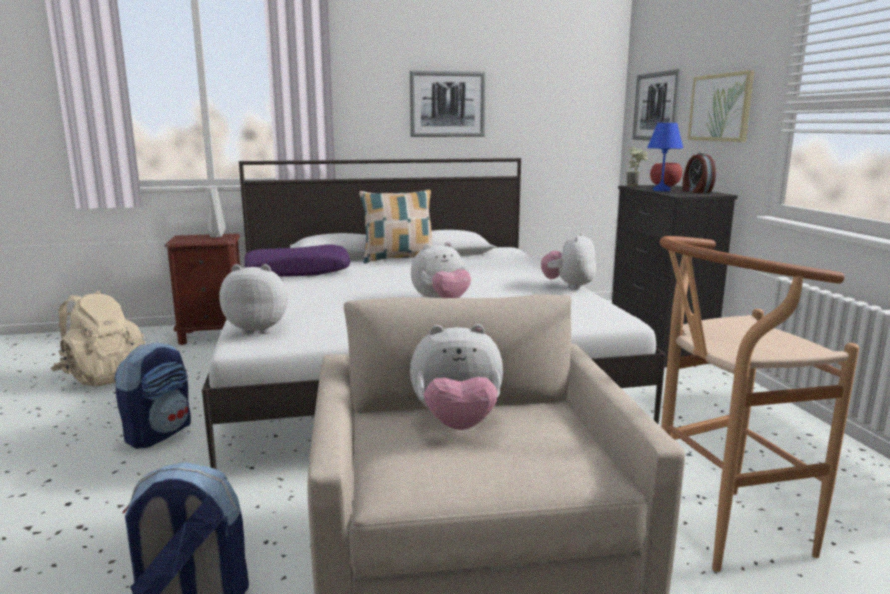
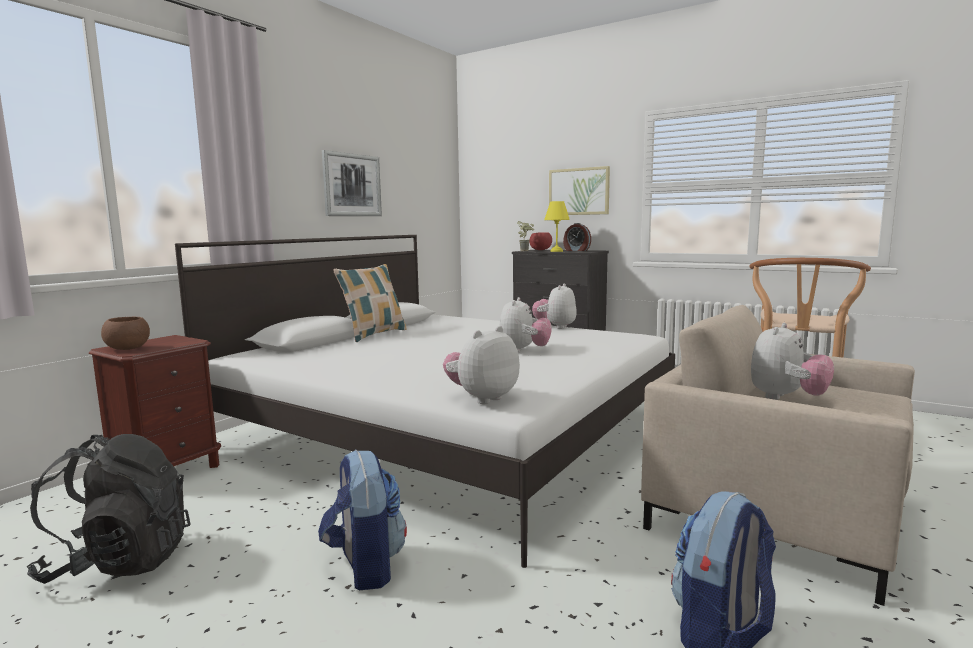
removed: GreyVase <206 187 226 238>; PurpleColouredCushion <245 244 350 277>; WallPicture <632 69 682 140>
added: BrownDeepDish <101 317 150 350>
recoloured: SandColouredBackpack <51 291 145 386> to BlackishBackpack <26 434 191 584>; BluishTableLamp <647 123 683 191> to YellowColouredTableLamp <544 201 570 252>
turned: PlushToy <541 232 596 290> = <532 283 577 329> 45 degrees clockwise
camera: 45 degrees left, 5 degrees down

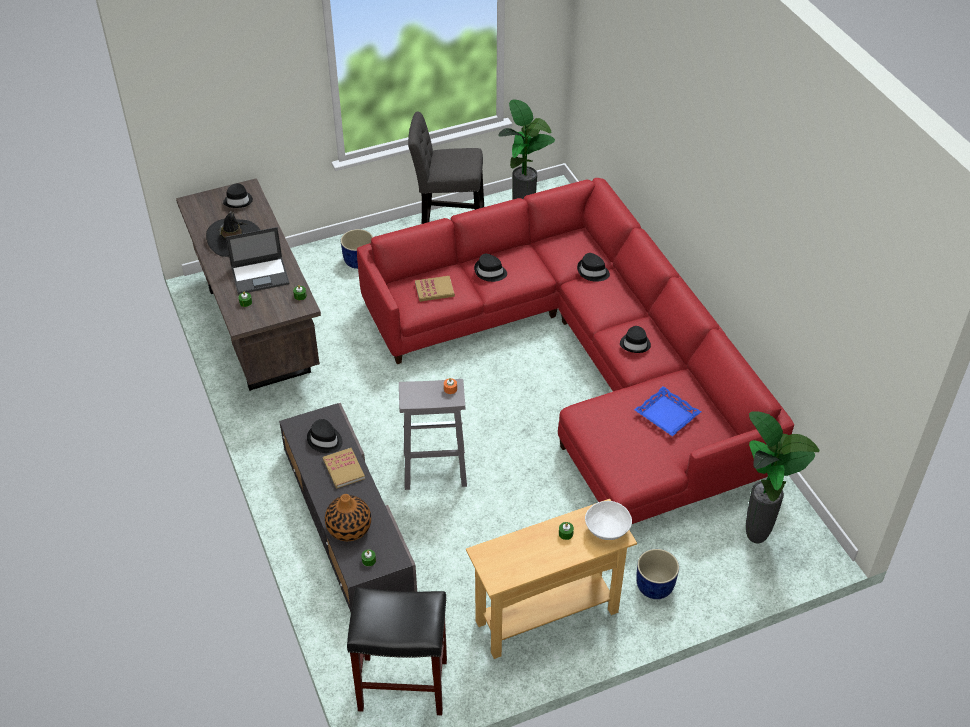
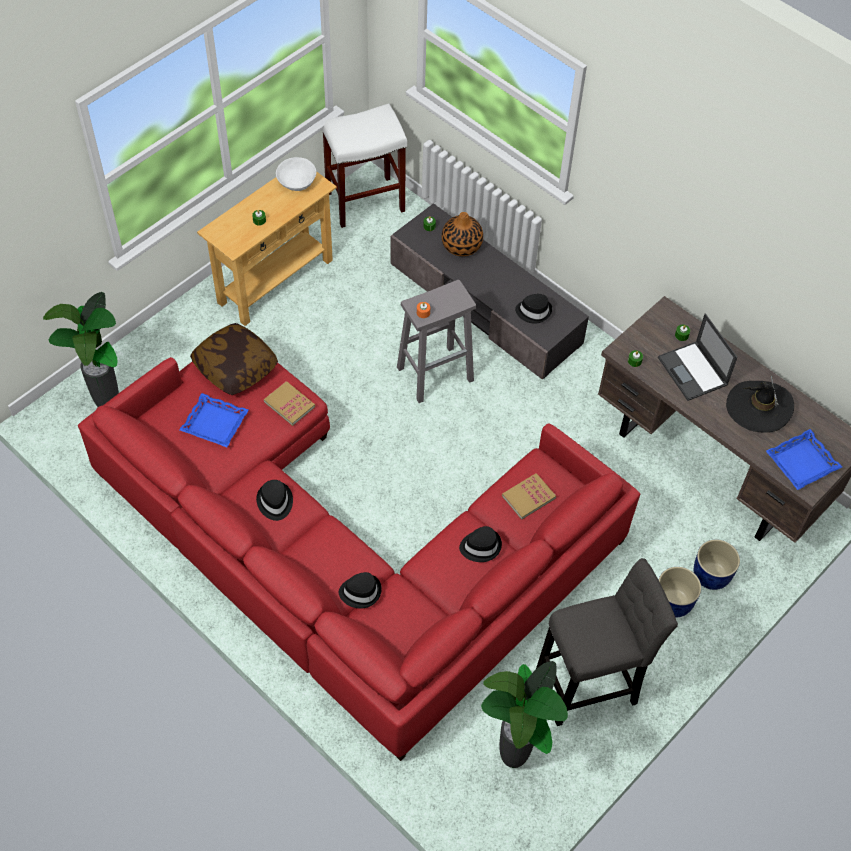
added: Cushion <190 323 278 395>
moved: Book <323 448 365 488> to <264 381 315 426>; WhiteDeepDish <585 501 632 540> to <276 157 316 191>; BluishPlantPot <636 549 679 599> to <694 540 740 590>
replaced: BlackishHat <223 184 253 208> to BluishServingTray <766 429 842 490>
recoloured: BlackishSittingStool <347 587 447 715> to WhiteSittingStool <322 103 407 228>
turned: Laptop <226 227 289 294> = <658 314 737 401> 75 degrees counterclockwise
camera: 155 degrees right, 10 degrees up

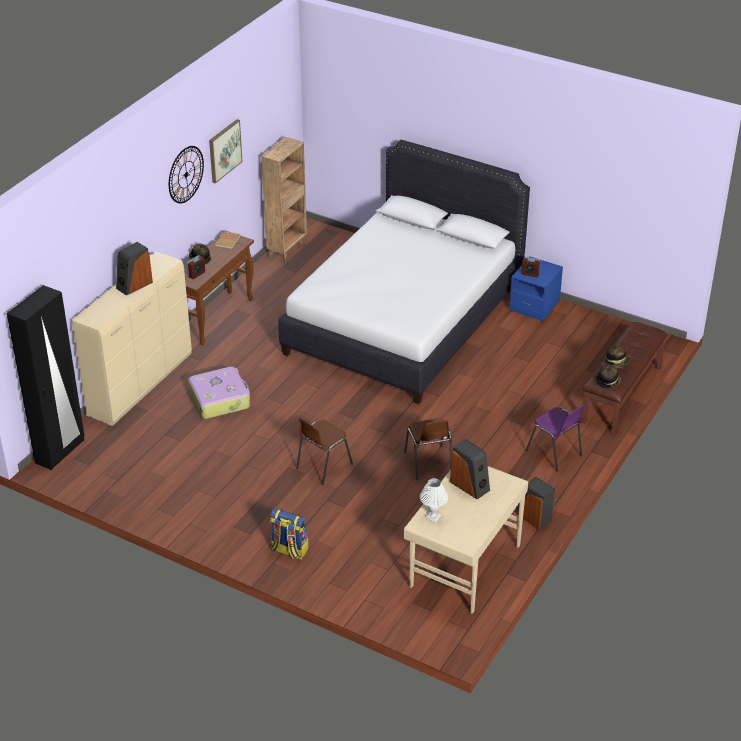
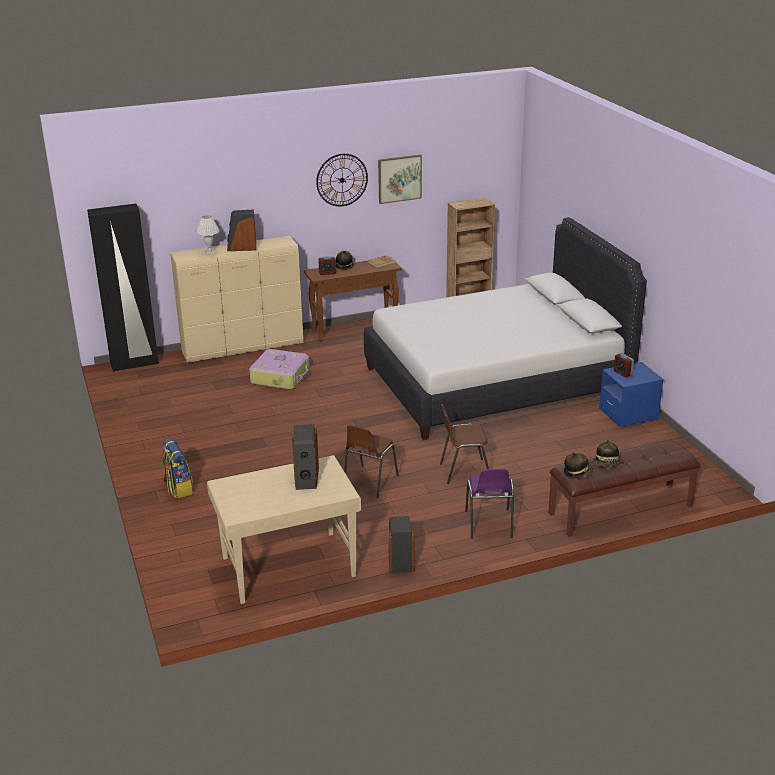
moved: BrownUprightChair <296 418 353 485> to <440 404 489 484>; WhiteTableLamp <420 478 448 523> to <197 215 220 254>
camera: 40 degrees right, 10 degrees down

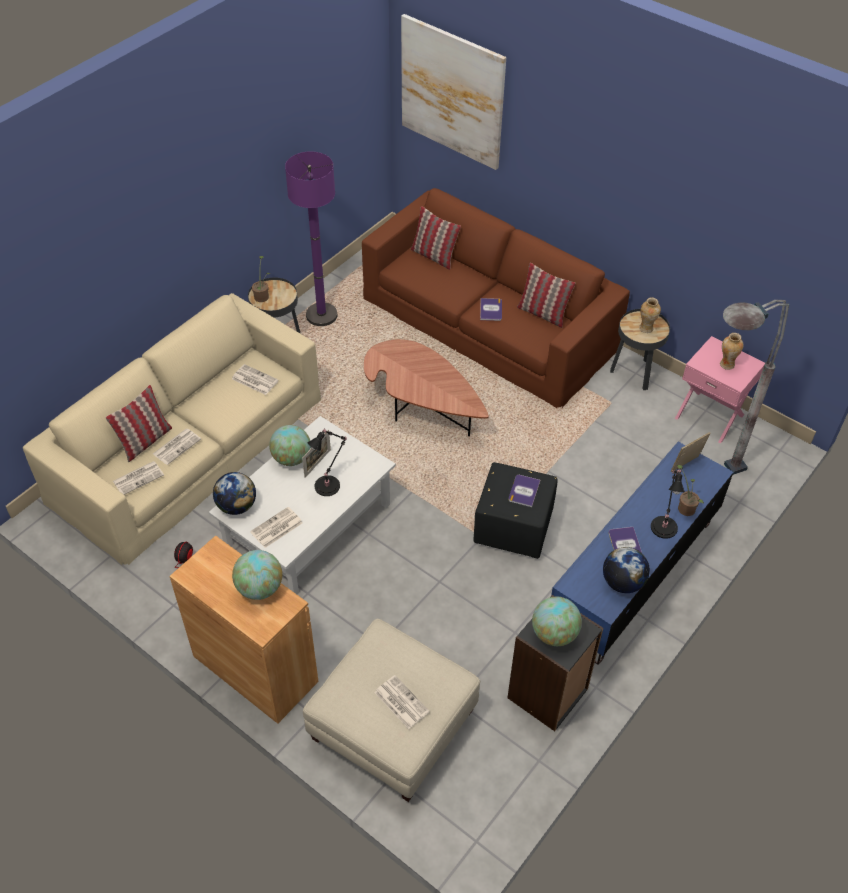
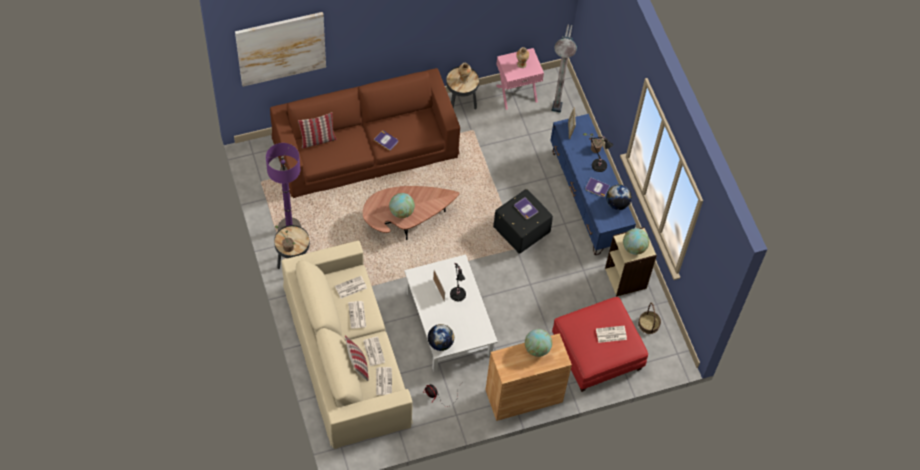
removed: Cushion <517 263 575 328>
added: Basket <638 302 661 334>
moved: Newspaper <250 507 303 548> to <348 301 366 329>; WorldGlobe <269 425 311 466> to <389 193 415 218>
recoloured: SandColouredFootrest <303 618 480 802> to RedColouredFootrest <552 297 648 392>; BlackishBookshelf <507 595 603 731> to SandColouredBookshelf <605 227 657 297>
camera: 60 degrees left, 10 degrees up

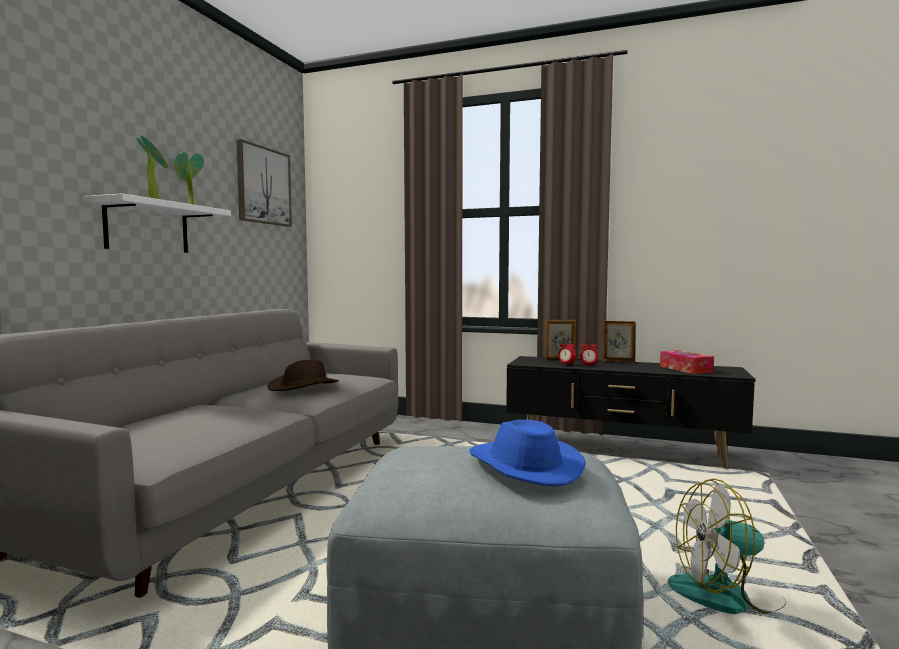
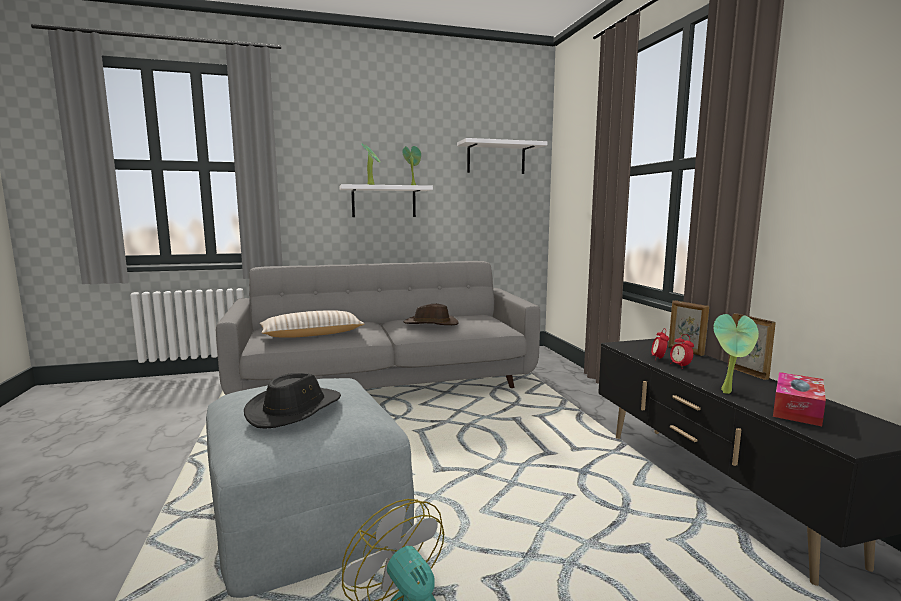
added: SandColouredCushion <260 310 365 338>; PlantInAPot <714 314 759 394>
replaced: WallPicture <236 139 292 227> to WhiteShelf <457 138 547 174>
recoloured: BluishHat <469 420 586 486> to BlackishHat <244 373 341 429>
camera: 55 degrees right, 5 degrees up

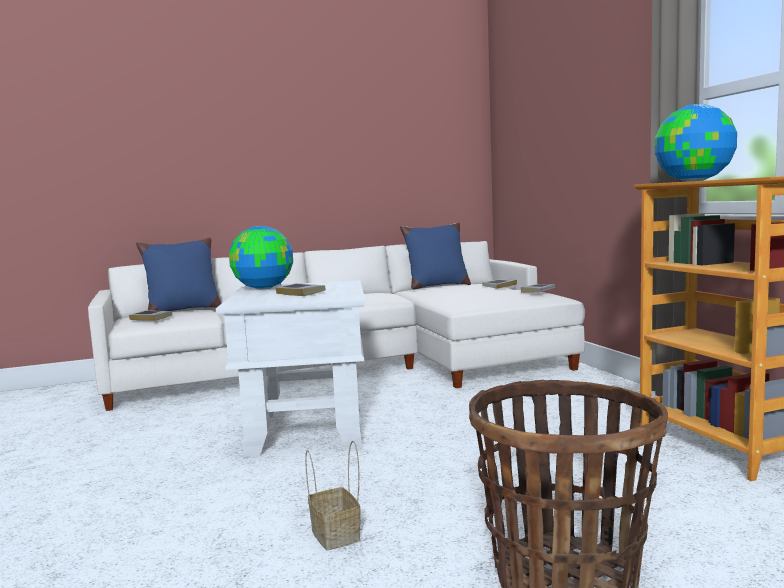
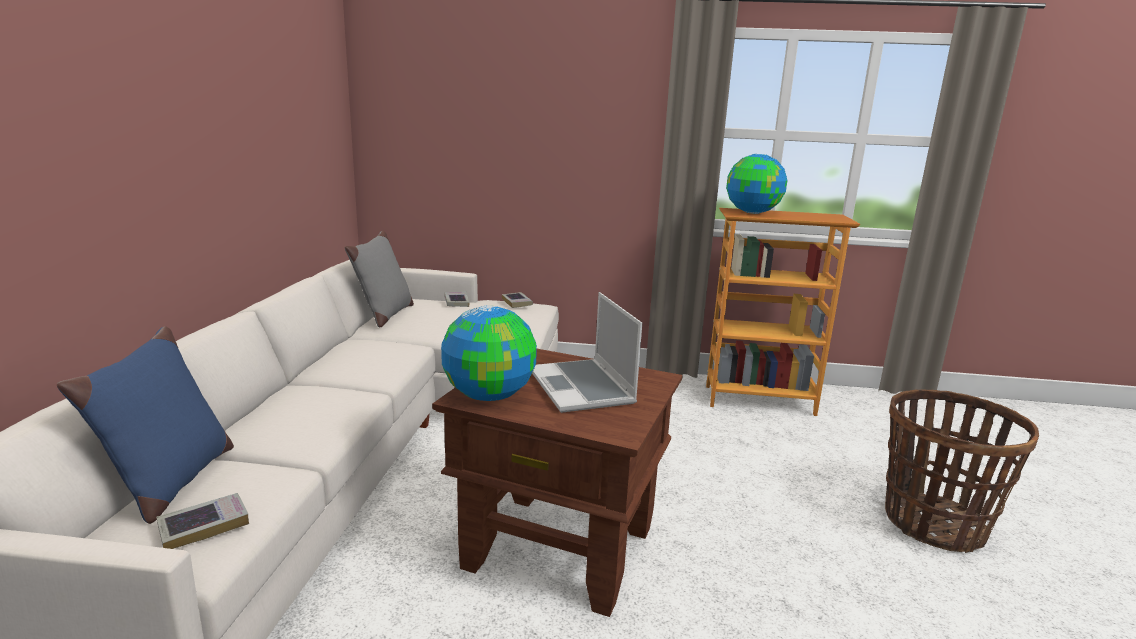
removed: Basket <305 441 361 551>
replaced: Book <276 283 326 296> to Laptop <532 292 642 413>
recoloured: WhiteAccentTable <216 280 365 457> to BrownAccentTable <432 349 683 617>; BluishCushion <400 222 471 289> to GreyCushion <345 231 414 327>
camera: 65 degrees left, 10 degrees up

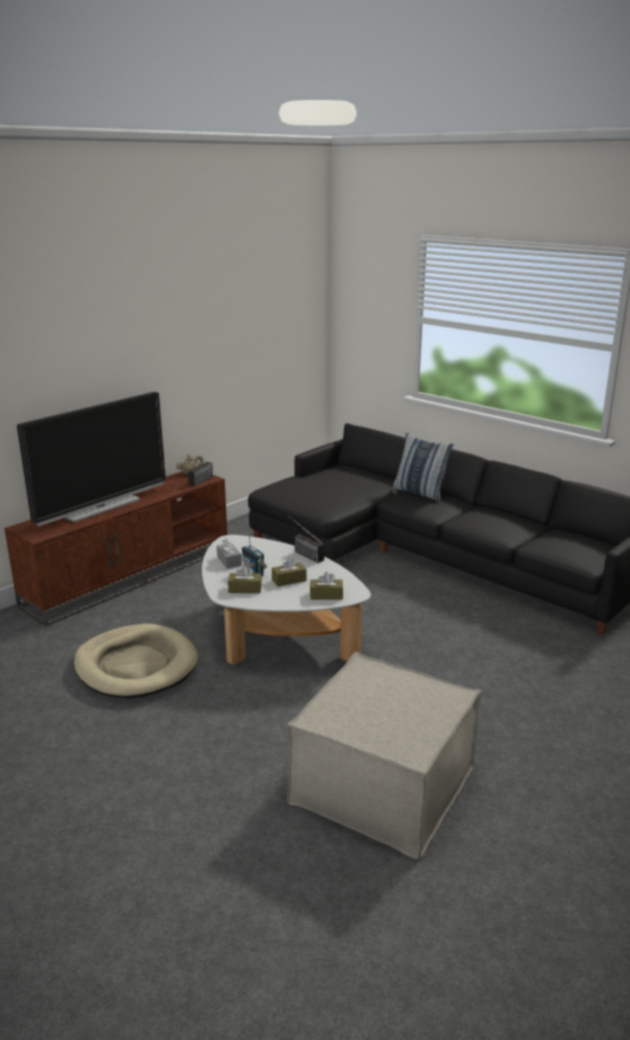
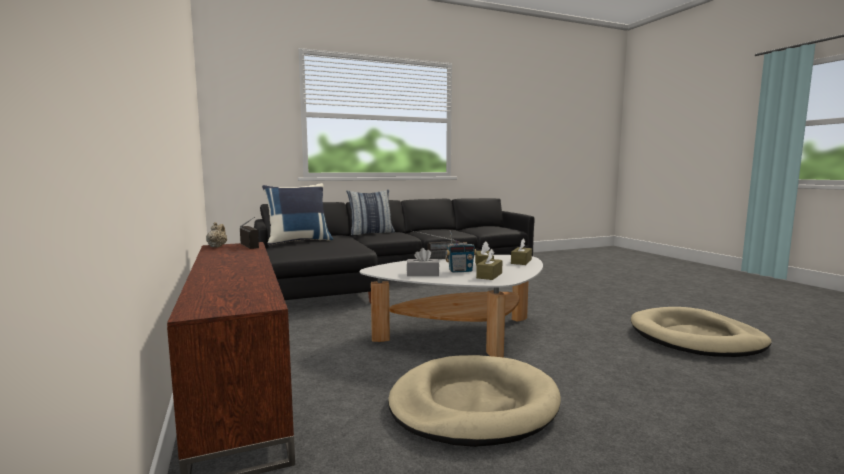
removed: Tv <17 392 166 526>
added: BluishCushion <262 183 333 245>
replaced: SandColouredFootrest <287 652 481 859> to SandColouredDogBed <631 307 772 357>
camera: 65 degrees left, 15 degrees down

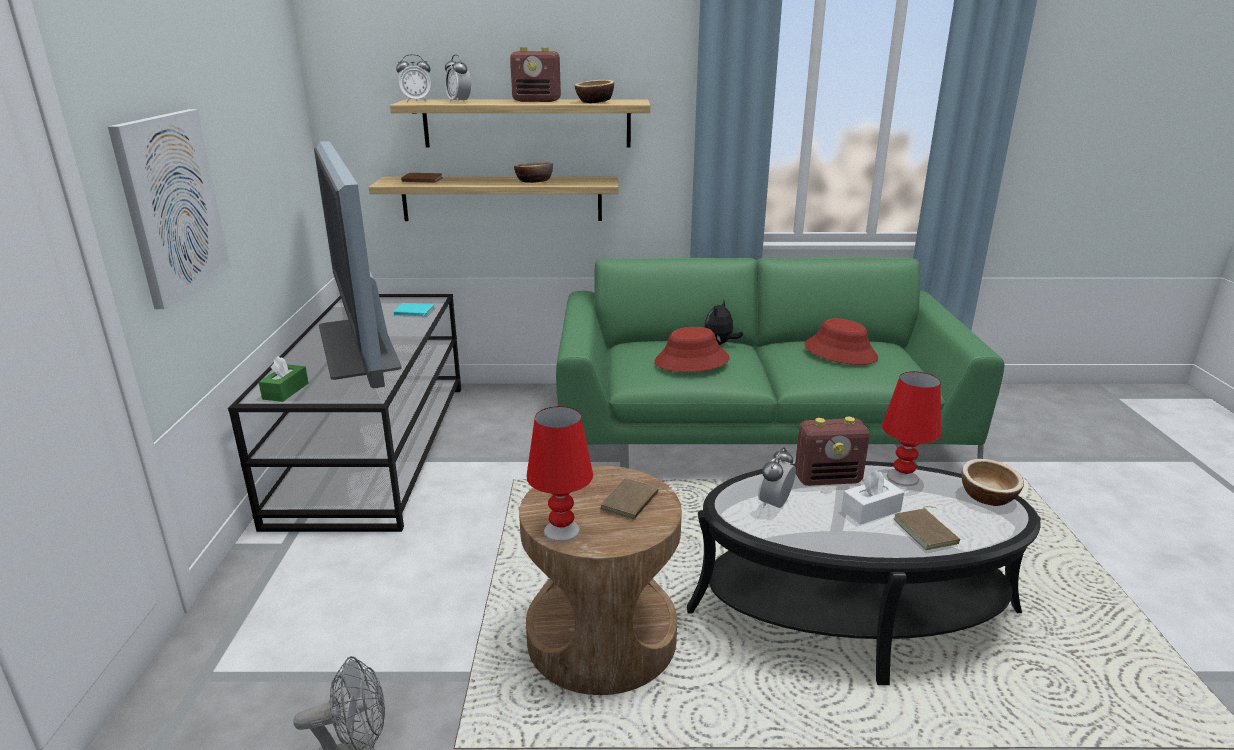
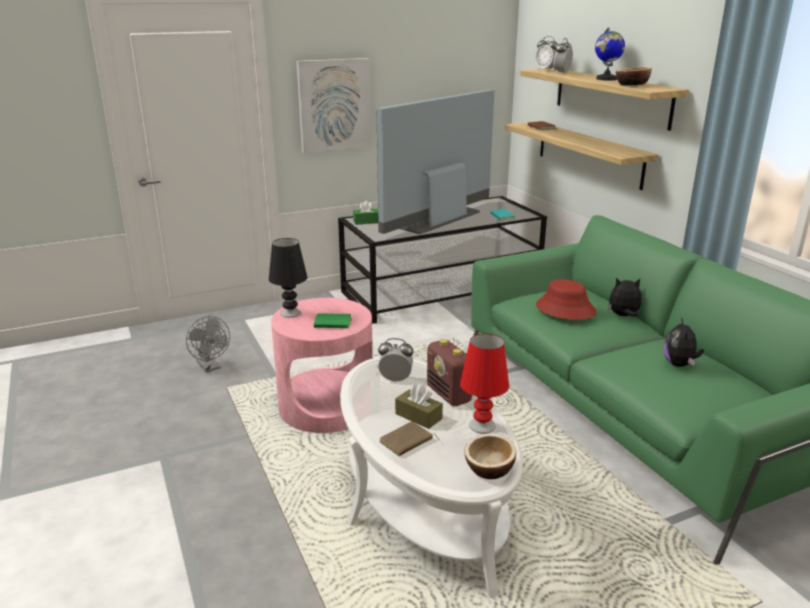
removed: DeepDish <514 162 553 183>
replaced: RadioReceiver <510 47 561 102> to WorldGlobe <595 27 625 81>; RedColouredHat <804 318 878 365> to PlushToy <664 317 704 367>
recoloured: BrownAccentTable <519 466 682 695> to PinkColouredAccentTable <271 298 373 433>; RedColouredTableLamp <527 406 593 542> to BlackishTableLamp <269 238 307 318>; BrownBook <600 478 669 520> to GreenBook <314 313 352 329>; BlackishLoungeTable <687 461 1041 685> to WhiteLoungeTable <340 357 523 598>; WhiteTissueBox <841 470 904 525> to BrownTissueBox <395 384 443 429>
camera: 65 degrees right, 0 degrees up

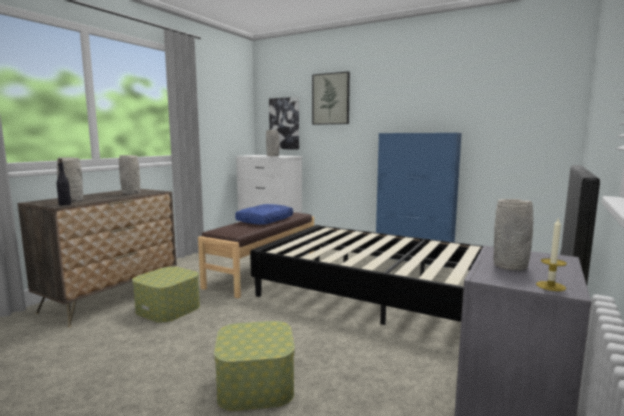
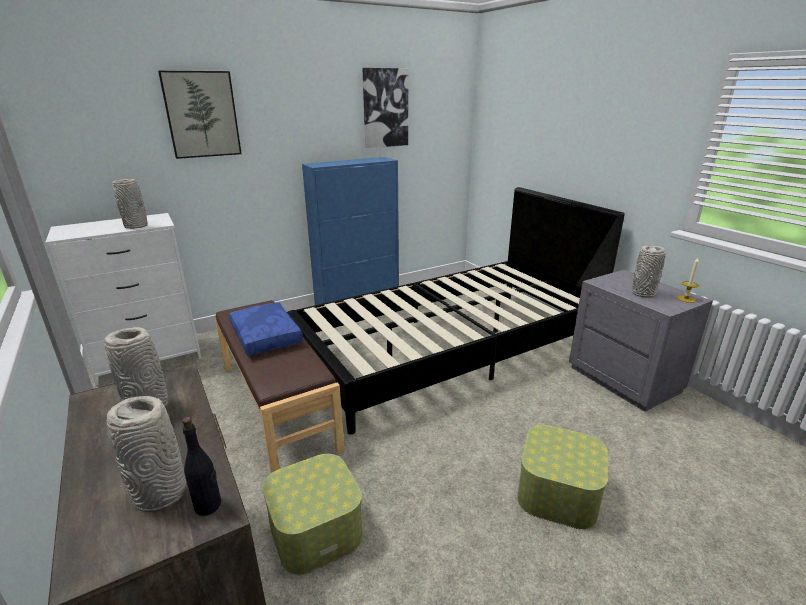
moved: WallPicture <269 97 299 150> to <362 68 408 148>
camera: 60 degrees left, 15 degrees up

